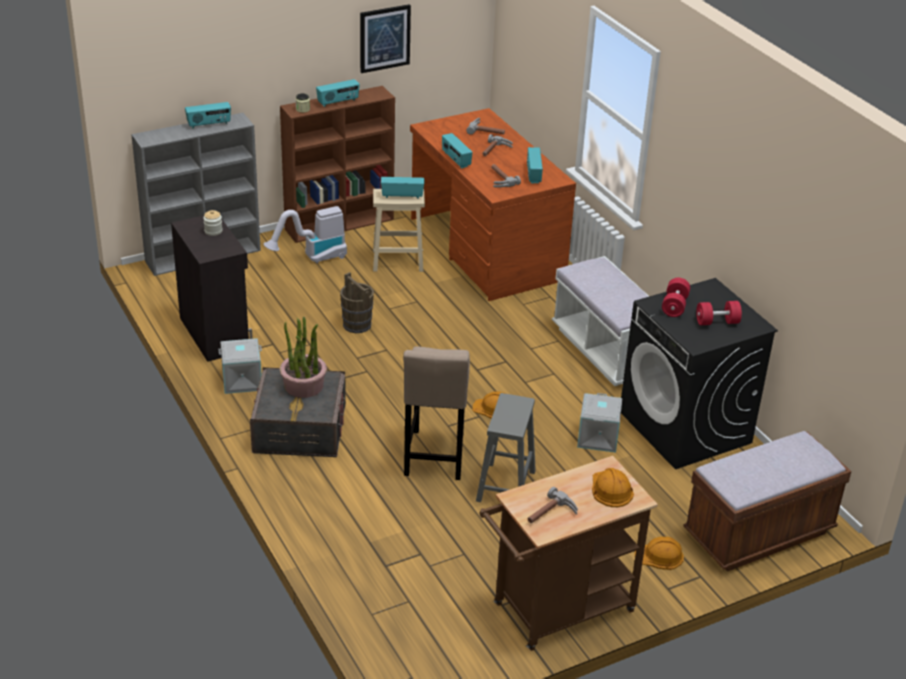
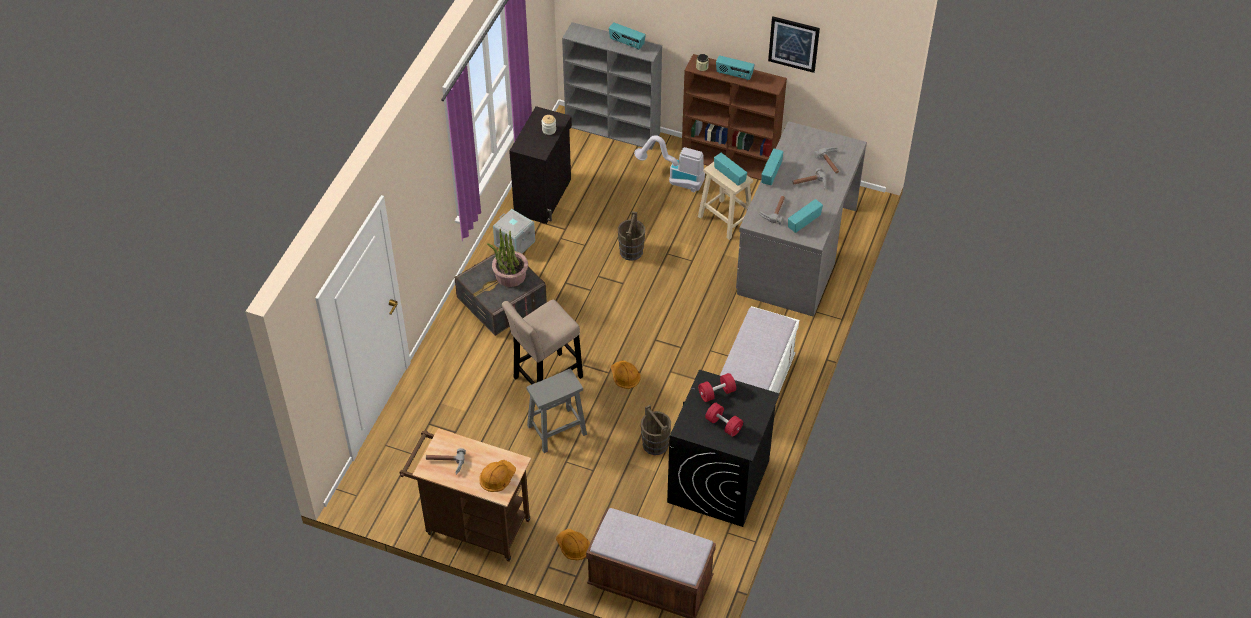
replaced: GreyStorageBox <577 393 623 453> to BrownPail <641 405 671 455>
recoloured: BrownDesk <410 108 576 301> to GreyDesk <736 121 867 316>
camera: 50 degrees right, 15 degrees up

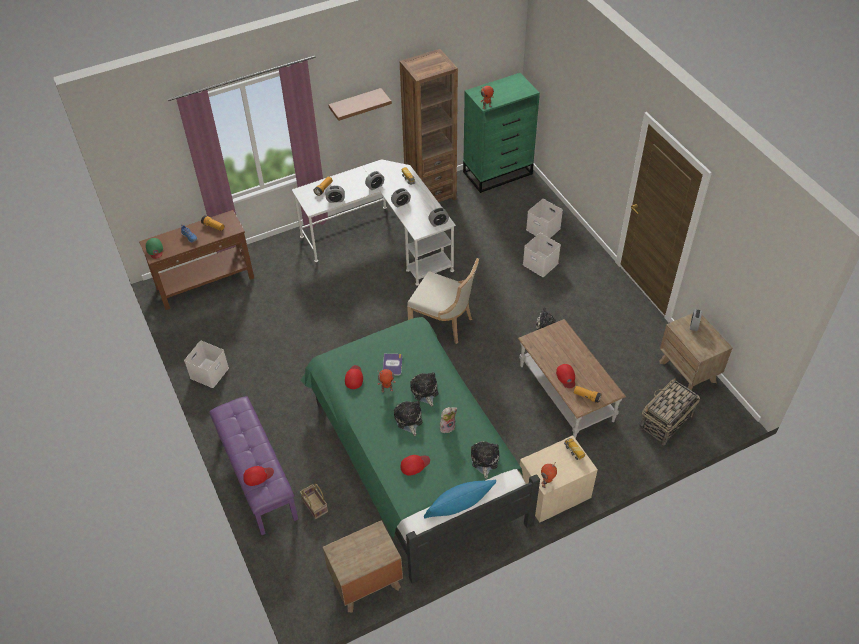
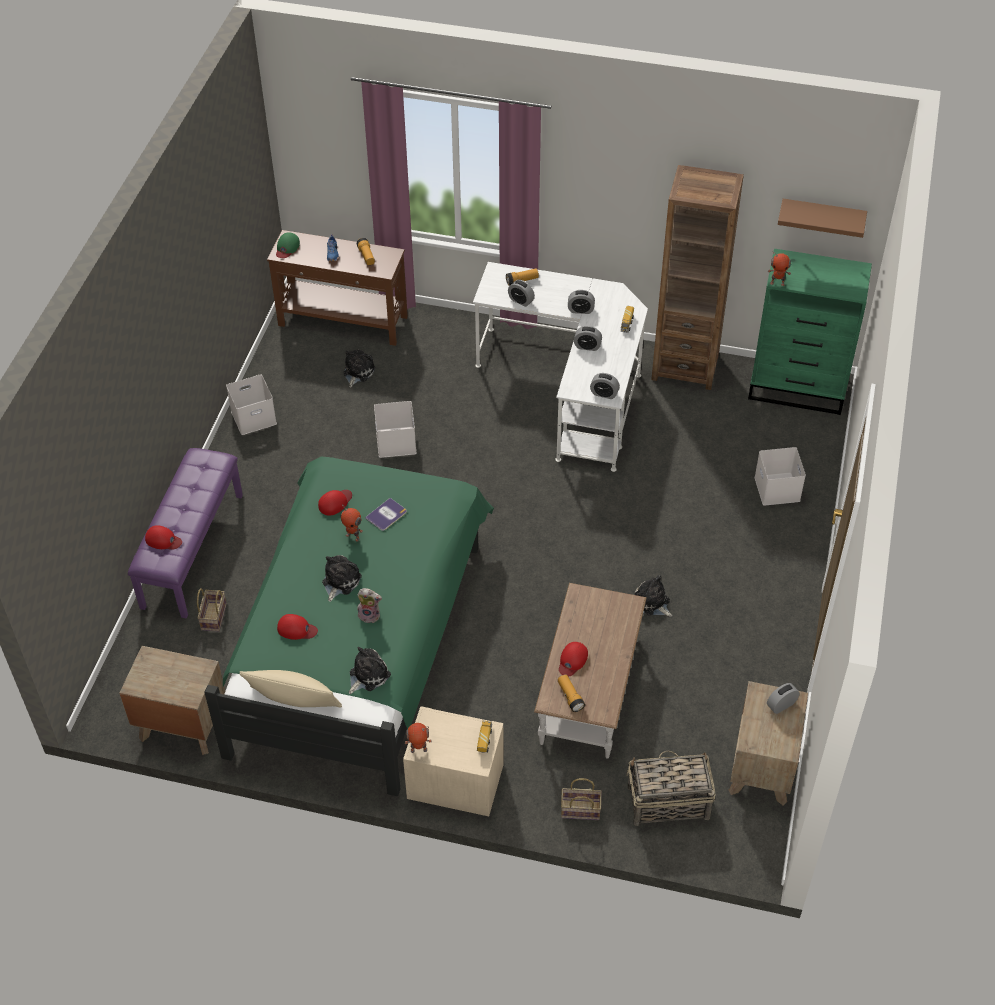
removed: SandColouredUprightChair <407 258 479 344>
added: Basket <561 778 602 820>
moved: BrownShelf <328 88 392 121> to <778 199 867 238>; PlushToy <410 372 438 406> to <343 350 375 387>; WhiteStorageBox <523 233 561 277> to <374 401 417 458>
recoloured: BluishCushion <424 480 496 518> to SandColouredCushion <240 670 342 708>
camera: 40 degrees right, 0 degrees up

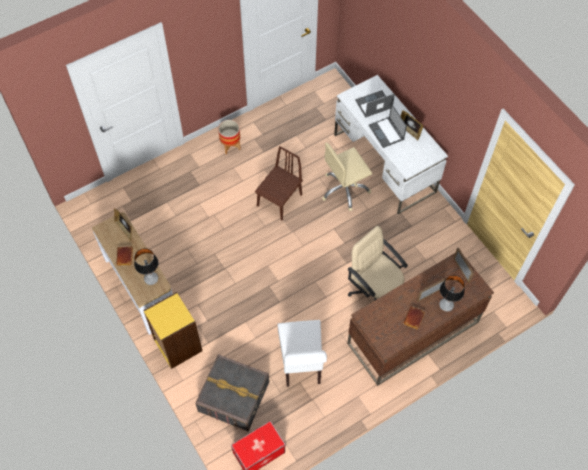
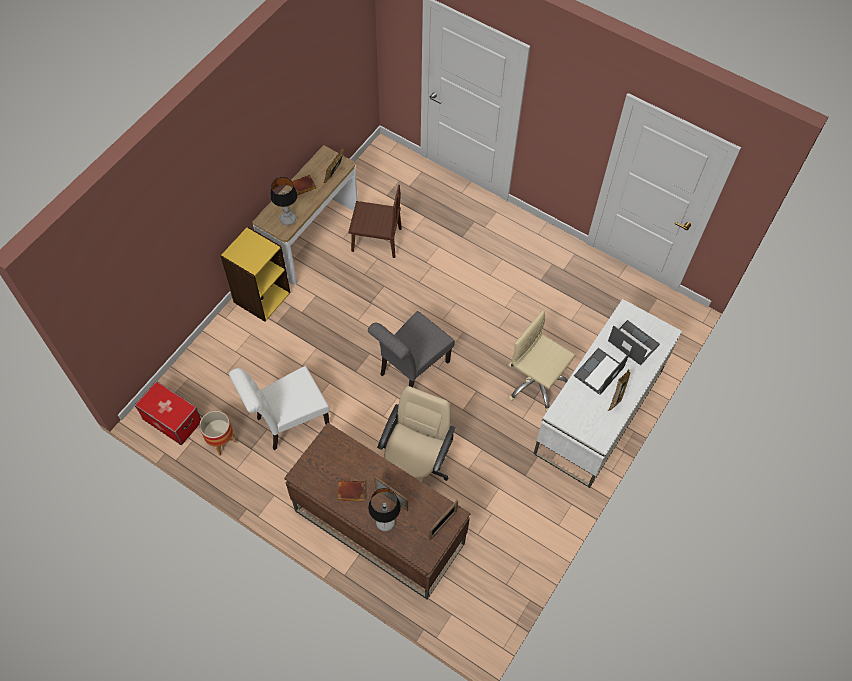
removed: GreyStorageBox <196 354 269 431>
added: GreyUprightChair <368 311 455 387>
moved: PlantPot <218 120 241 155> to <199 411 237 455>; BrownUprightChair <255 146 303 221> to <349 185 402 258>
camera: 65 degrees right, 0 degrees up

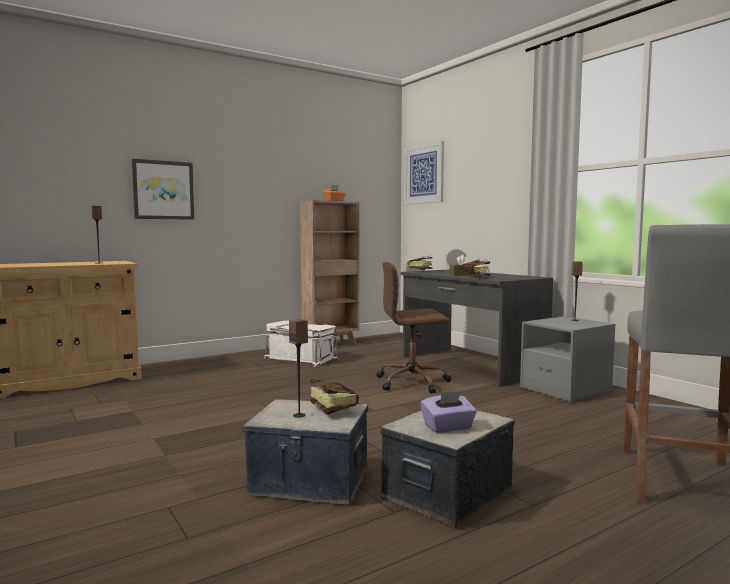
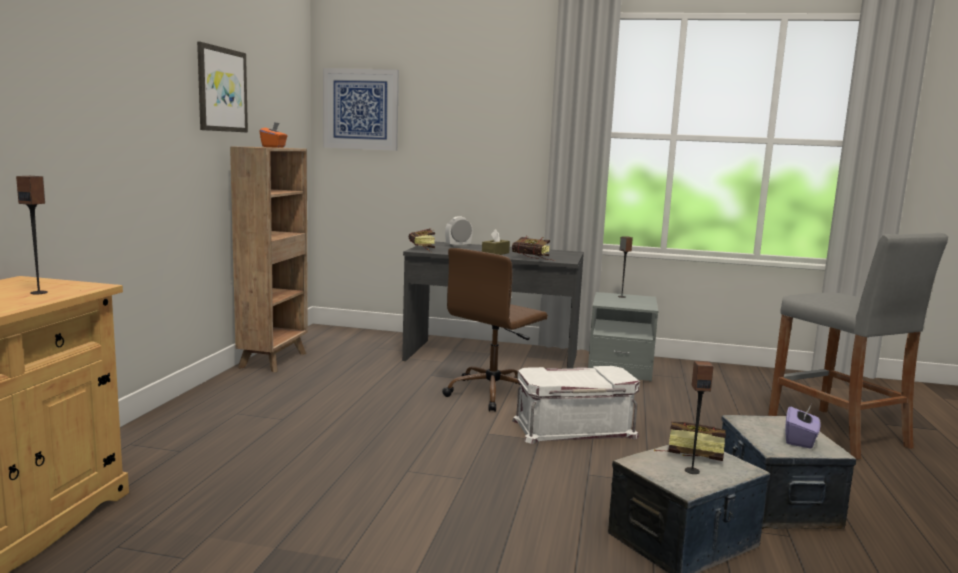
moved: WallPicture <132 159 194 220> to <197 42 248 132>; WhiteStorageBox <264 321 339 367> to <512 366 640 444>
camera: 45 degrees left, 5 degrees up

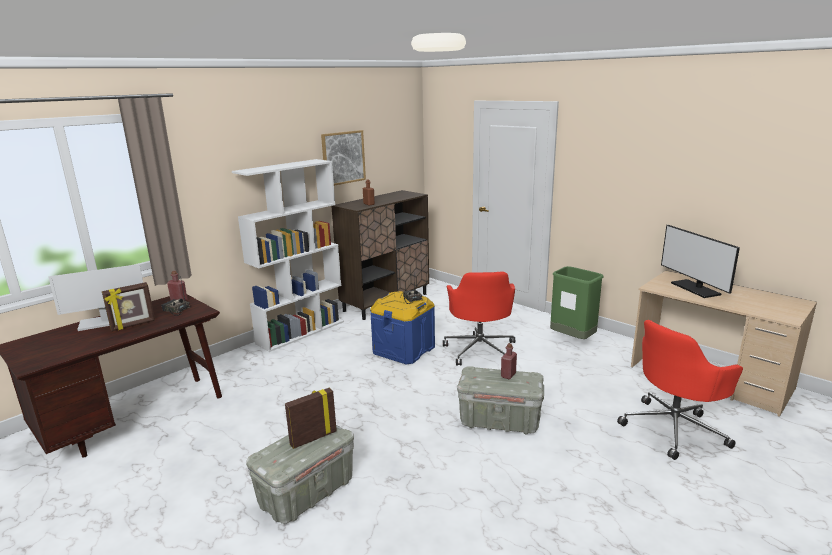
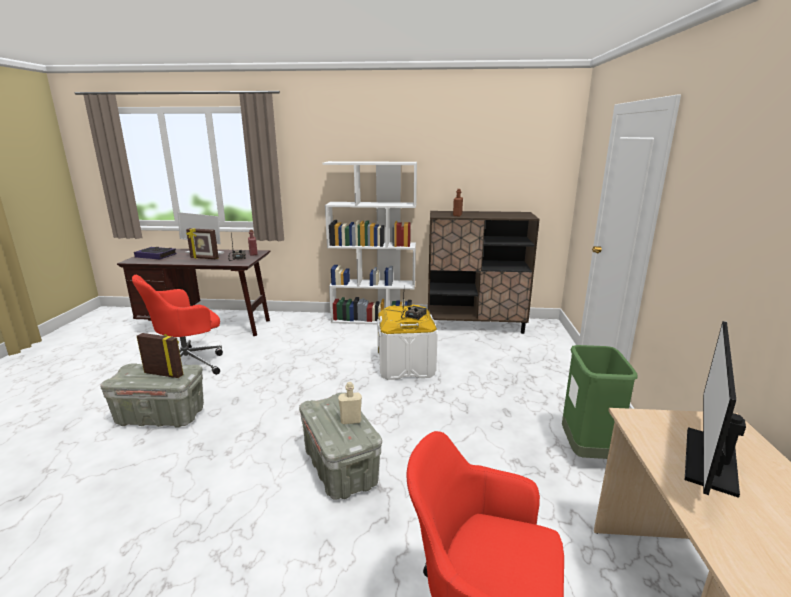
removed: WallPicture <321 130 366 186>
added: Book <134 247 177 259>
moved: RedColouredOfficeChair <443 271 515 366> to <132 275 223 375>
recoloured: BluishStorageBox <370 291 435 364> to WhiteStorageBox <377 305 438 380>; RedColouredBottle <501 343 517 379> to SandColouredBottle <338 382 362 424>
camera: 50 degrees right, 0 degrees up

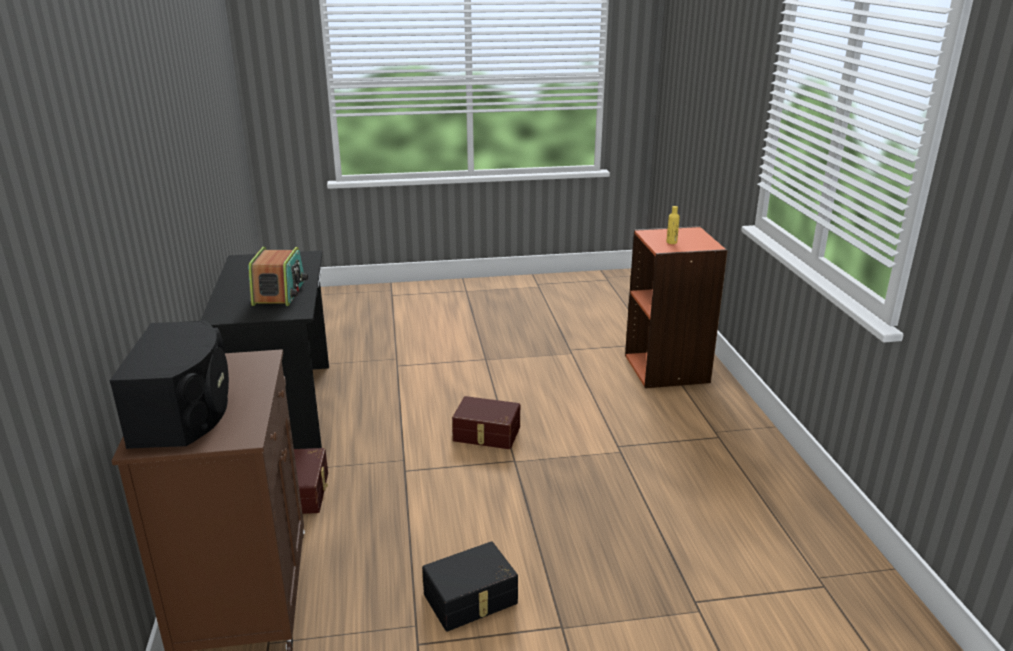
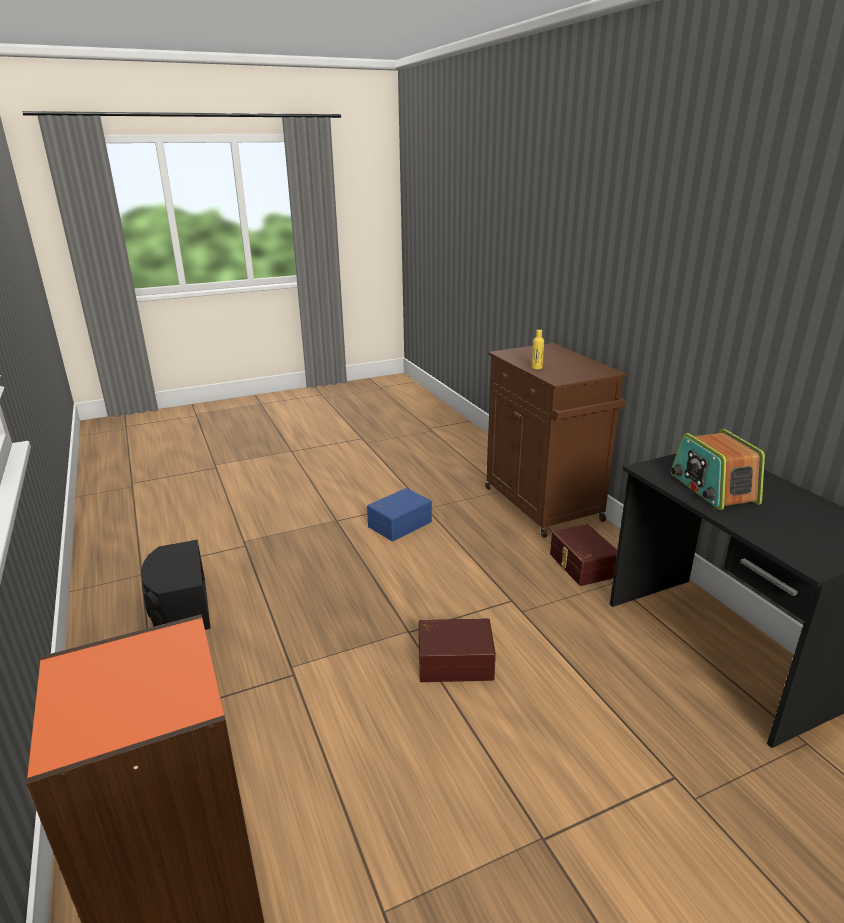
moved: BlackishSpeaker <109 321 229 449> to <141 540 211 630>; YellowColouredBottle <666 206 680 244> to <531 330 544 369>
recoloured: BlackishStorageBox <422 541 518 631> to BluishStorageBox <367 488 432 541>
camera: 165 degrees right, 0 degrees up

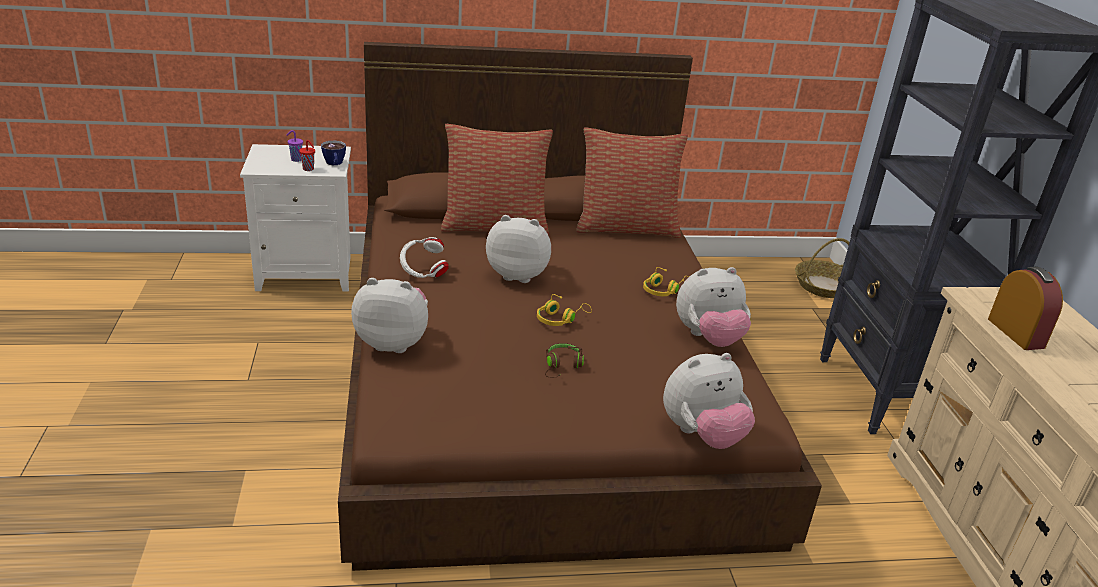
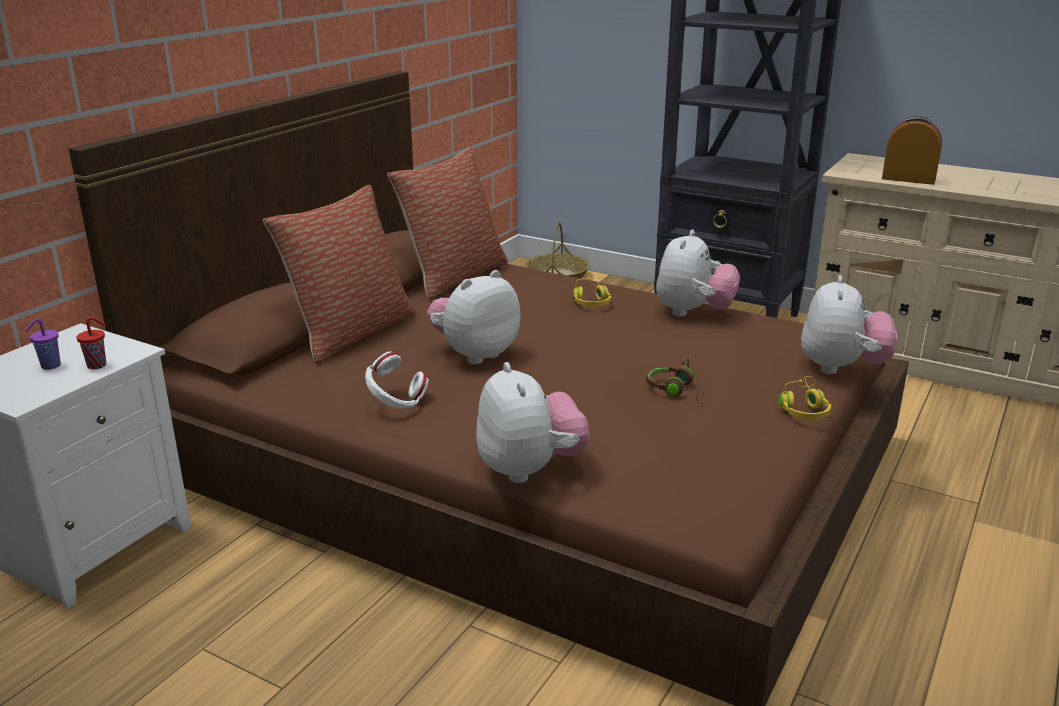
removed: SmallCup <321 141 346 165>
moved: YellowColouredHeadphones <537 294 592 326> to <779 376 831 419>
turned: PlushToy <351 278 428 353> = <476 362 590 483> 120 degrees clockwise
camera: 50 degrees left, 5 degrees down

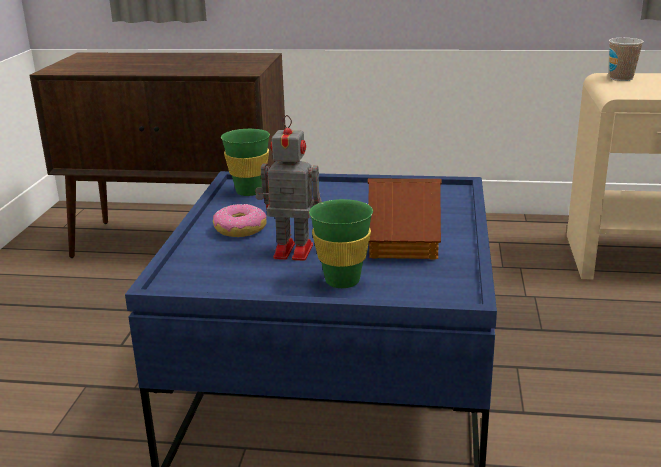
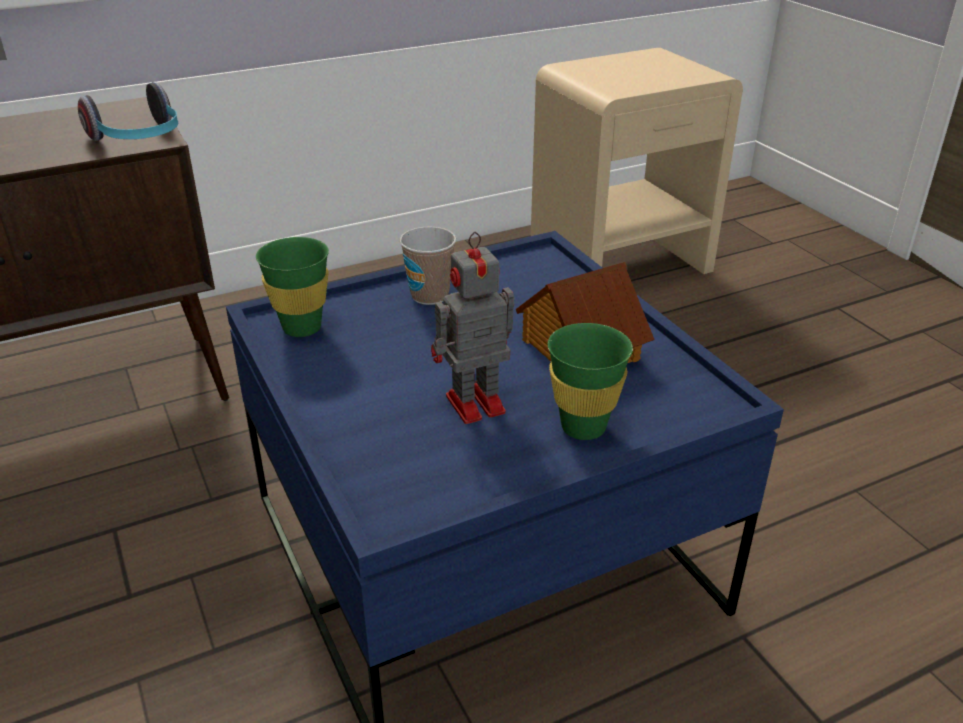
removed: Doughnut <213 204 267 237>
added: Headphones <78 82 179 141>
moved: SmallCup <609 38 644 81> to <400 227 456 305>
camera: 35 degrees left, 10 degrees up

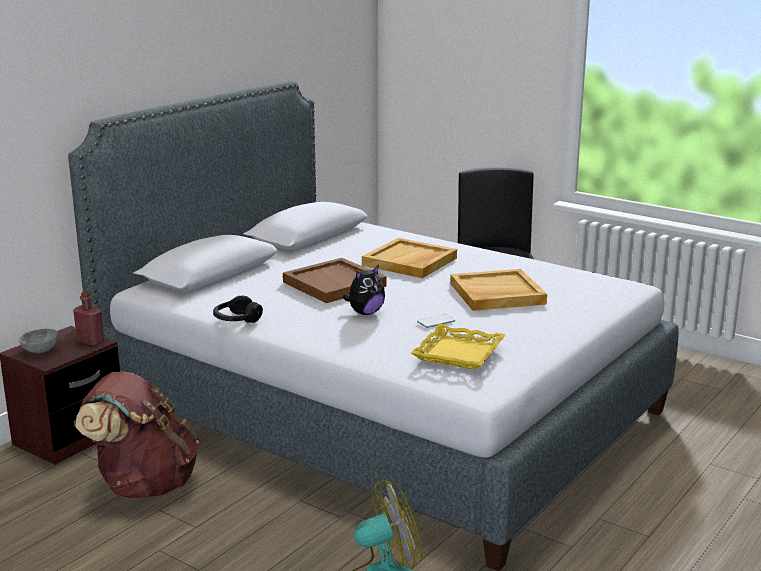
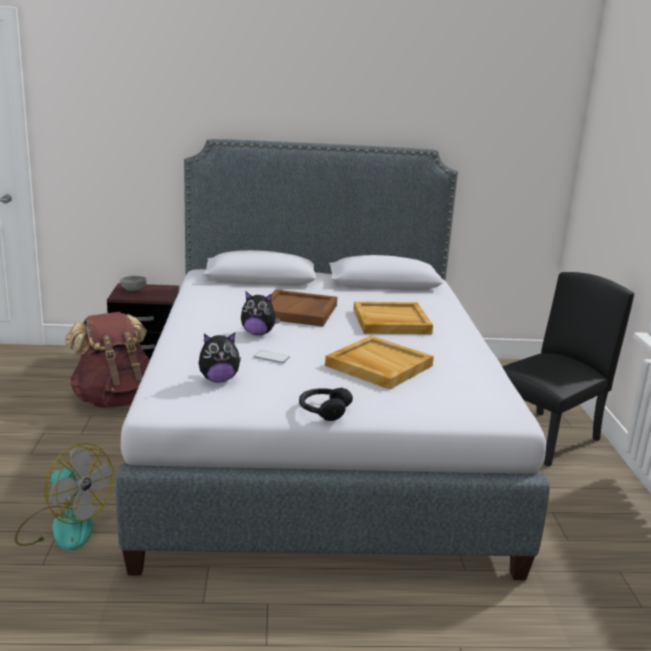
removed: RedColouredBottle <73 291 104 346>
moved: BlackishHeadphones <213 296 263 323> to <299 388 353 421>
replaced: YellowColouredServingTray <411 324 506 370> to PlushToy <199 332 241 382>
camera: 50 degrees right, 0 degrees up

